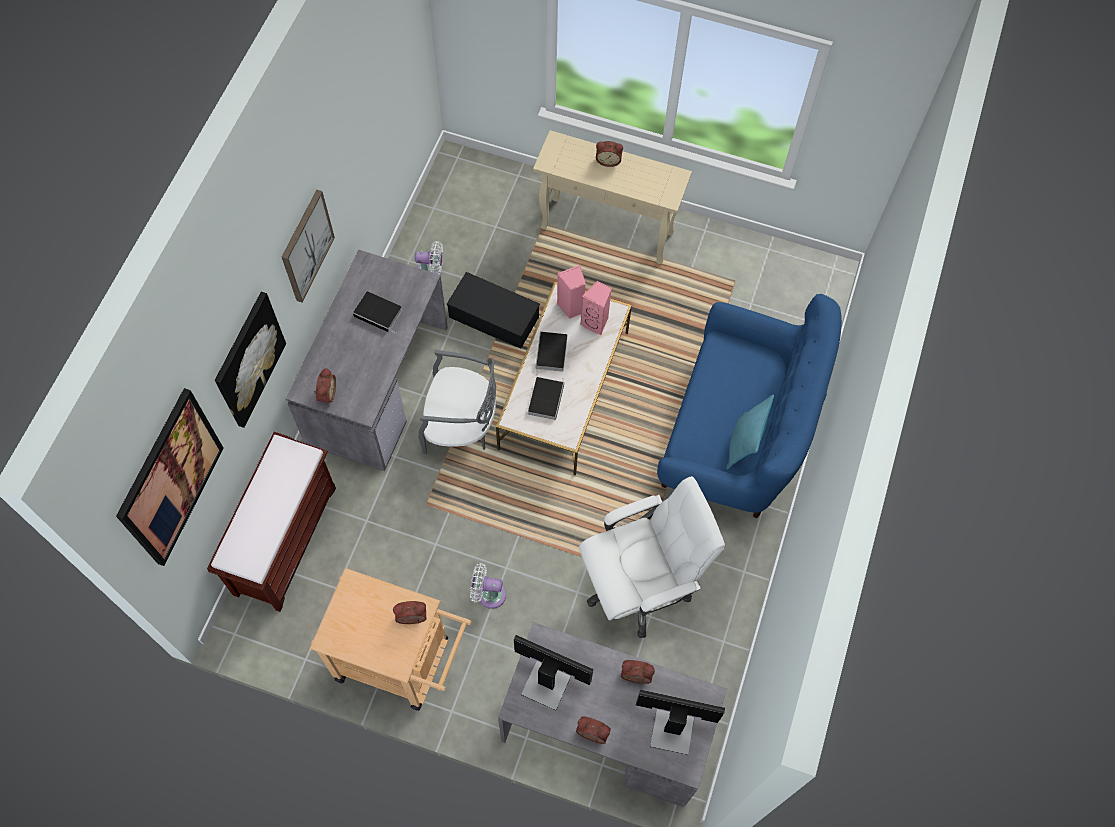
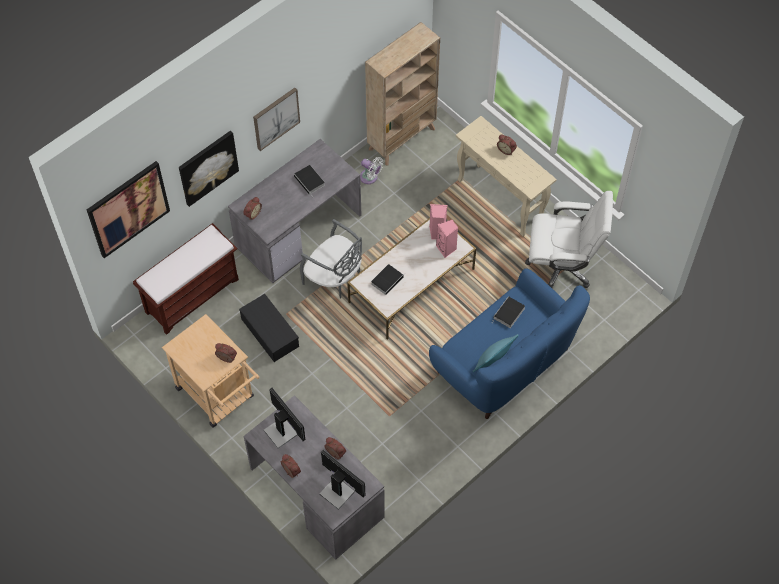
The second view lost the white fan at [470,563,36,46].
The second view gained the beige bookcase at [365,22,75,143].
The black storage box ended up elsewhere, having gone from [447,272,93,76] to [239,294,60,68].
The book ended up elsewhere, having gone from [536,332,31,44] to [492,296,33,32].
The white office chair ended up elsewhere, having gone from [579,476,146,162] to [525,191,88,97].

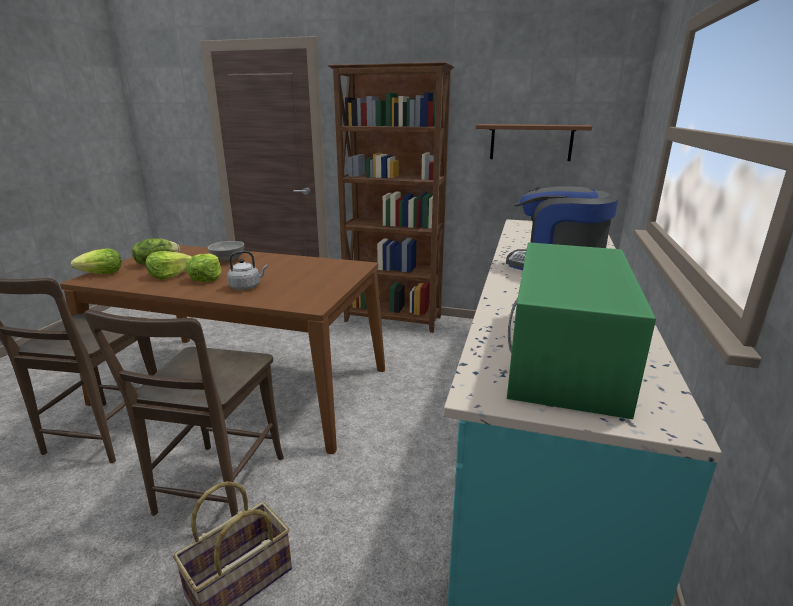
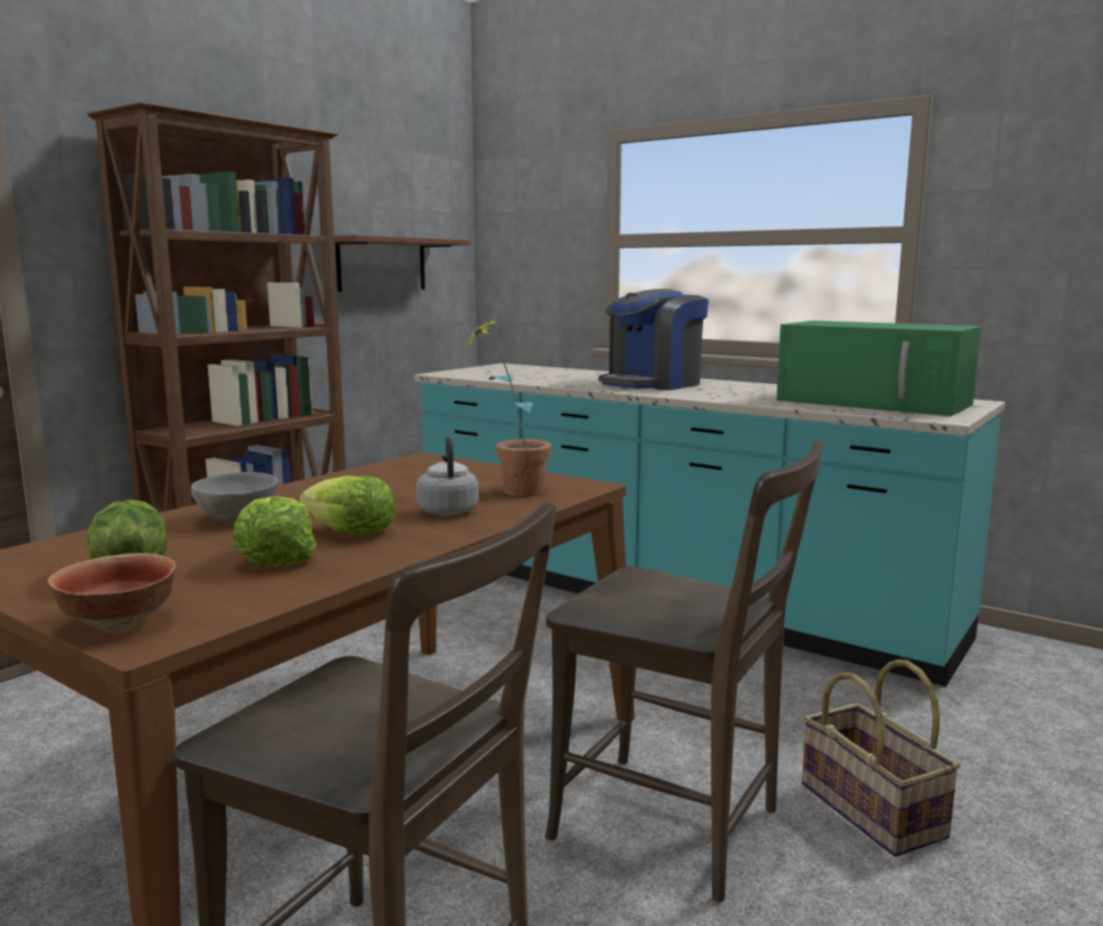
The second view gained the potted plant at [460,318,91,178].
Where the lettuce stood at [71,248,50,26], the bowl came to stand at [48,553,128,78].

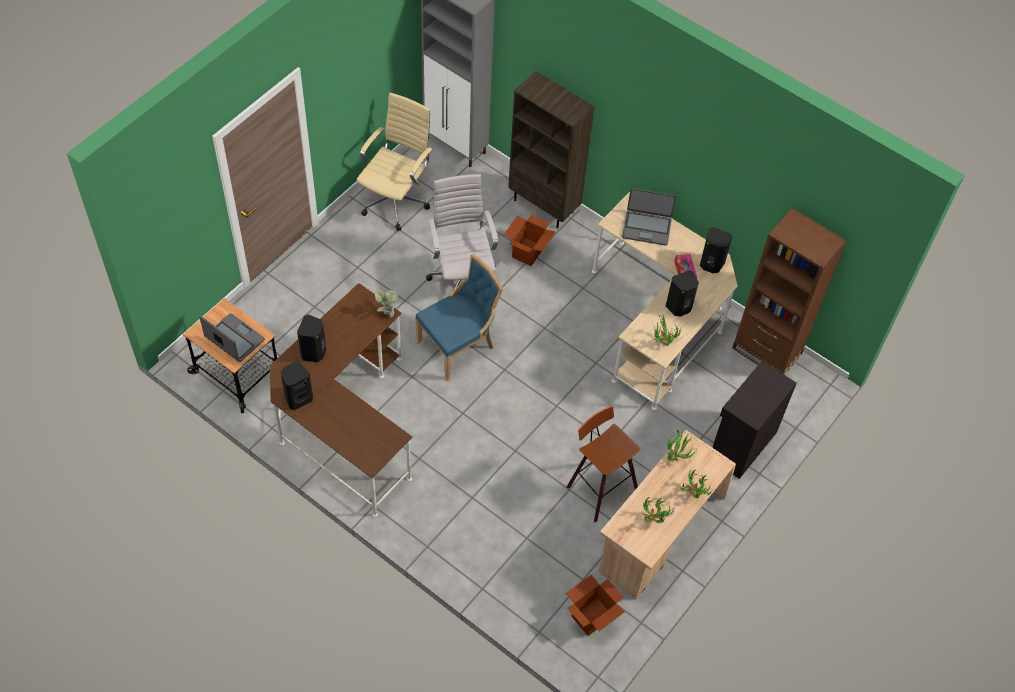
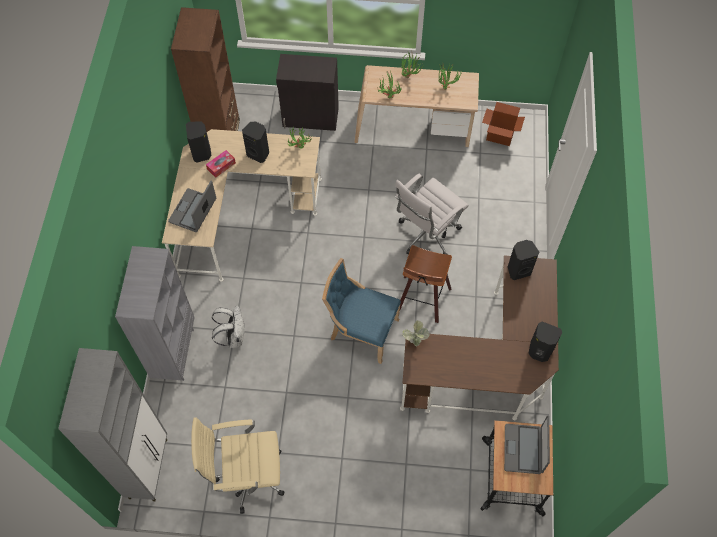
The black speaker ended up elsewhere, having gone from [297,314,29,48] to [508,240,31,40].
The white office chair ended up elsewhere, having gone from [426,174,72,118] to [395,173,74,82].
The stool ended up elsewhere, having gone from [567,406,73,116] to [400,245,52,78].
Where the cardboard box stood at [504,215,52,51], the white backpack came to stand at [212,305,33,43].
What was the brown bookcase at [508,71,86,158] turned into the grey bookcase at [115,246,80,135].
The laptop at [622,188,54,58] ended up facing another way, 135 degrees counterclockwise from before.

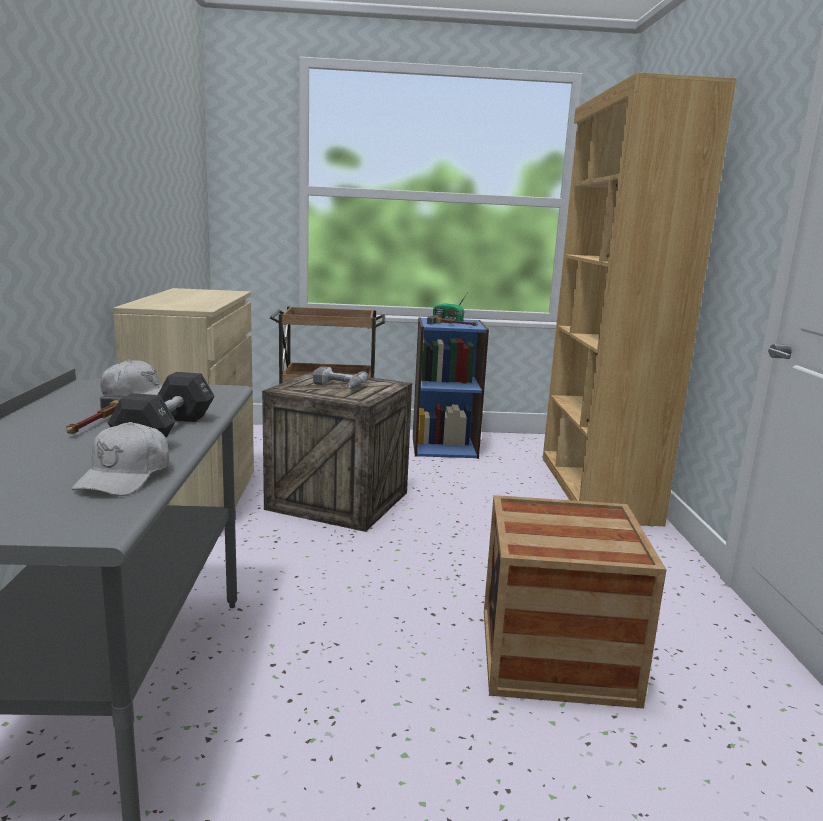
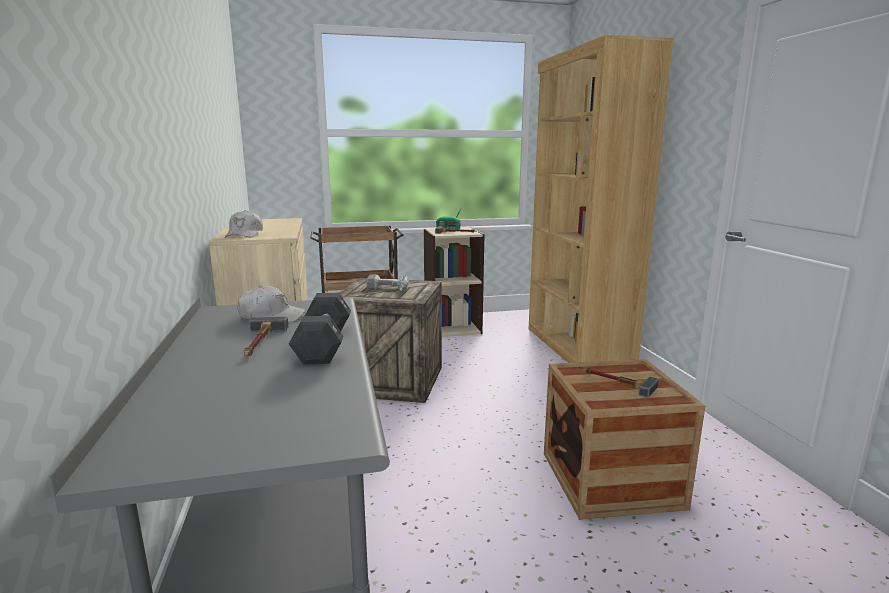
The second view gained the hammer at [584,368,75,30].
The white cap ended up elsewhere, having gone from [71,422,98,74] to [225,210,38,28].
What was the blue bookcase at [413,317,76,141] turned into the beige bookcase at [424,227,61,110].

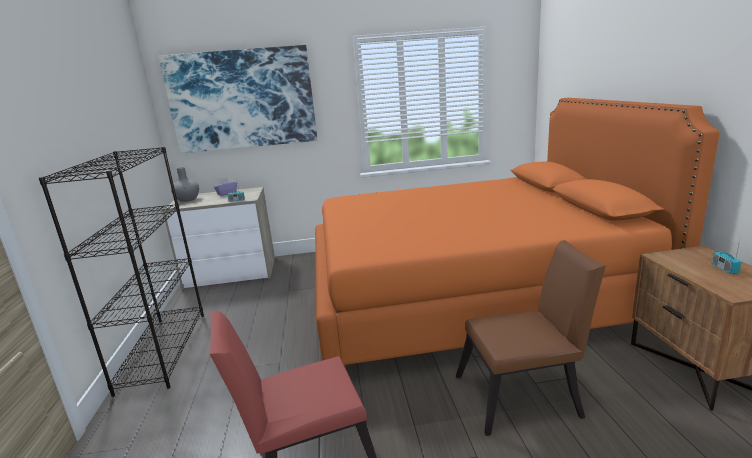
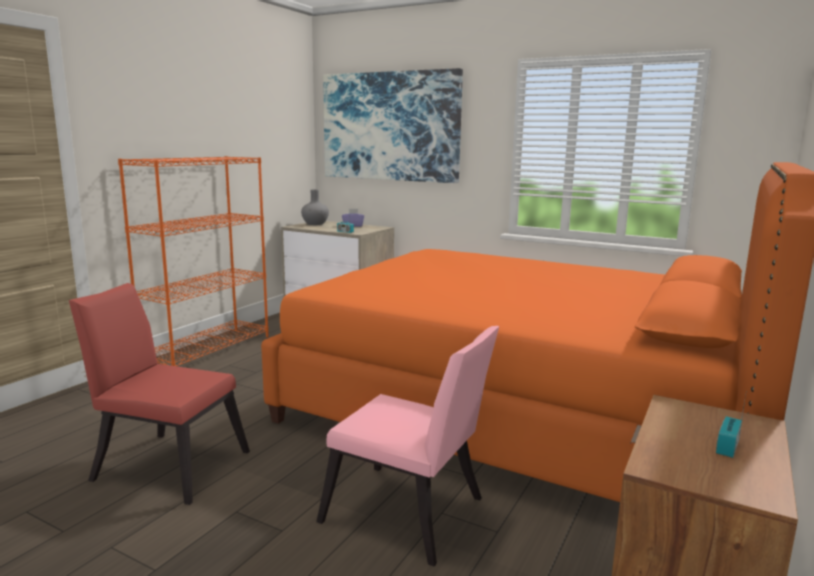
What was the black bookcase at [39,147,165,250] turned into the orange bookcase at [118,156,151,210].
What was the brown chair at [456,240,150,196] turned into the pink chair at [316,326,183,240].

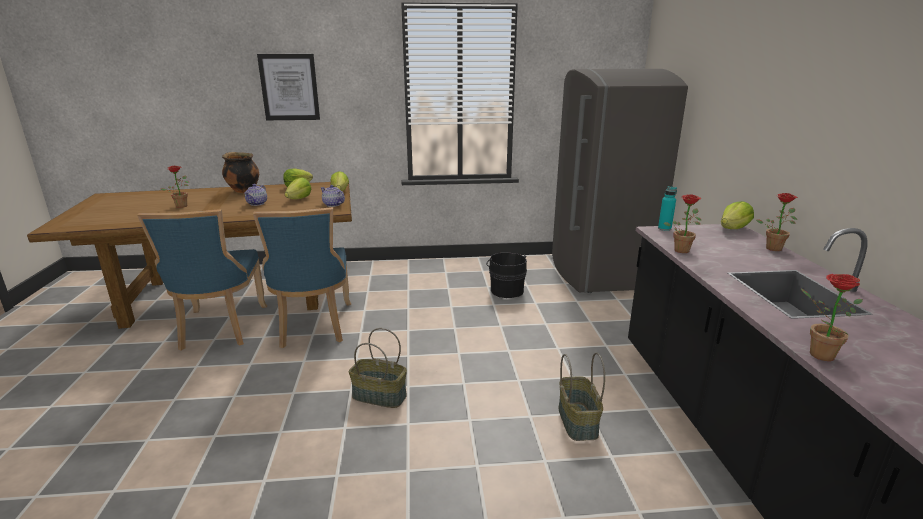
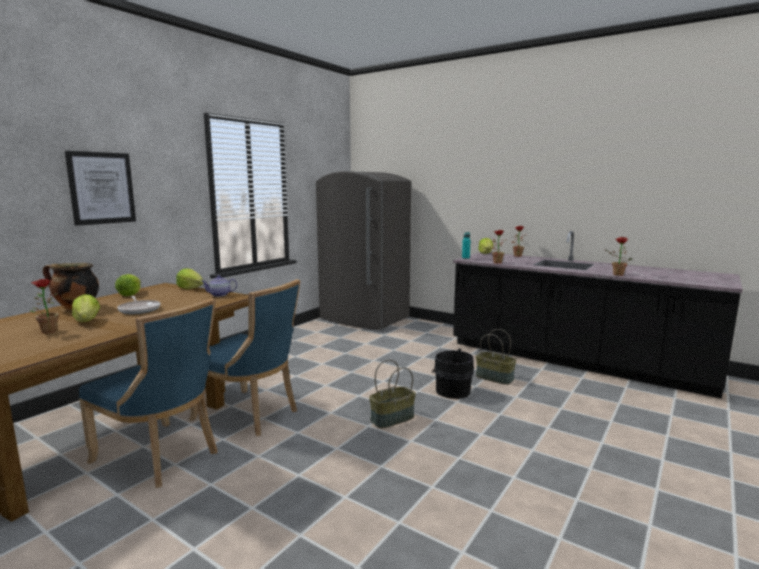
The lettuce ended up elsewhere, having gone from [285,178,26,21] to [72,294,28,28].
The black bucket ended up elsewhere, having gone from [486,253,41,45] to [432,349,42,50].
Where the teapot stood at [244,184,23,22], the frying pan came to stand at [117,296,43,18].

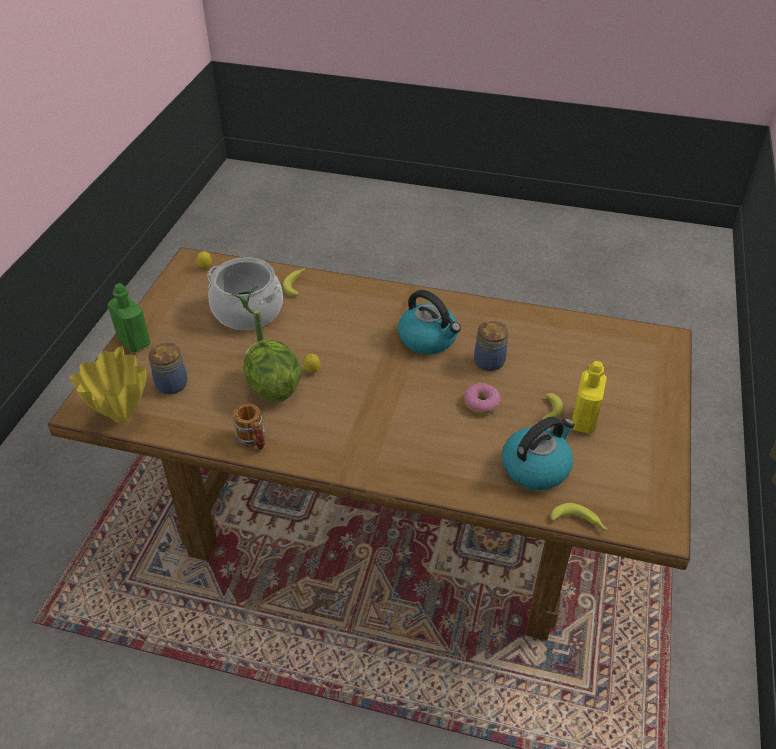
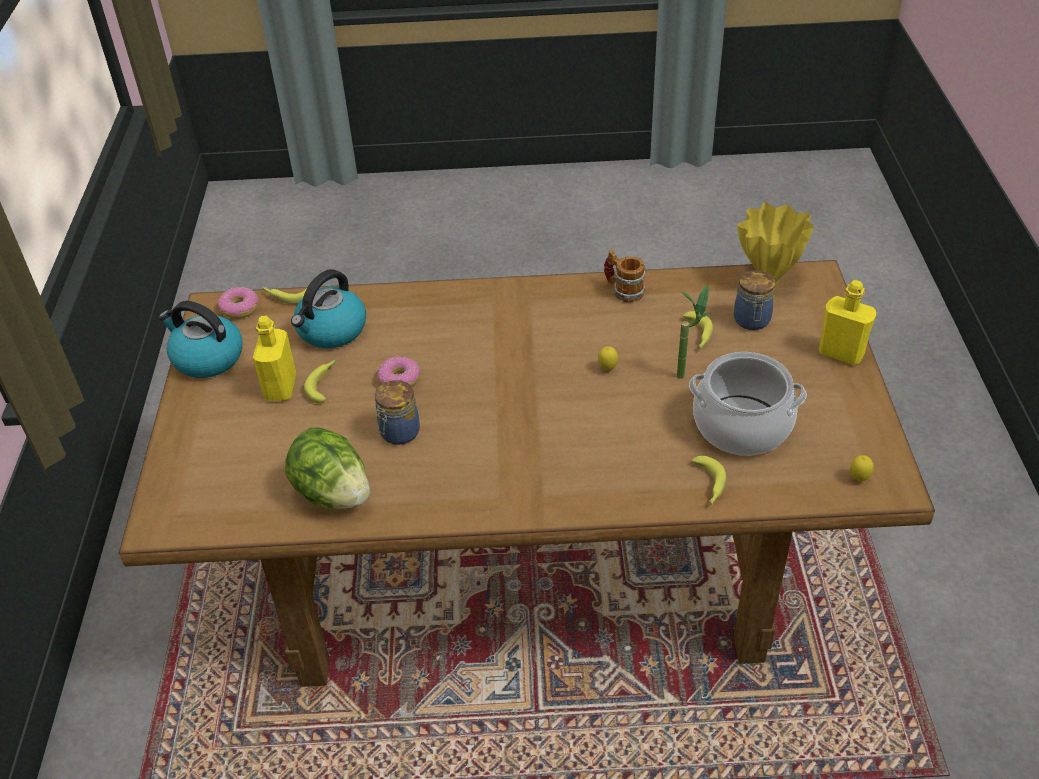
The second view gained the donut at [218,287,41,31].
The second view gained the banana at [683,311,30,37].
The lettuce ended up elsewhere, having gone from [243,340,58,62] to [285,427,85,83].
The kettle ended up elsewhere, having gone from [398,290,63,64] to [159,301,84,77].
What was the green bottle at [108,283,43,69] turned into the yellow bottle at [819,280,57,85].

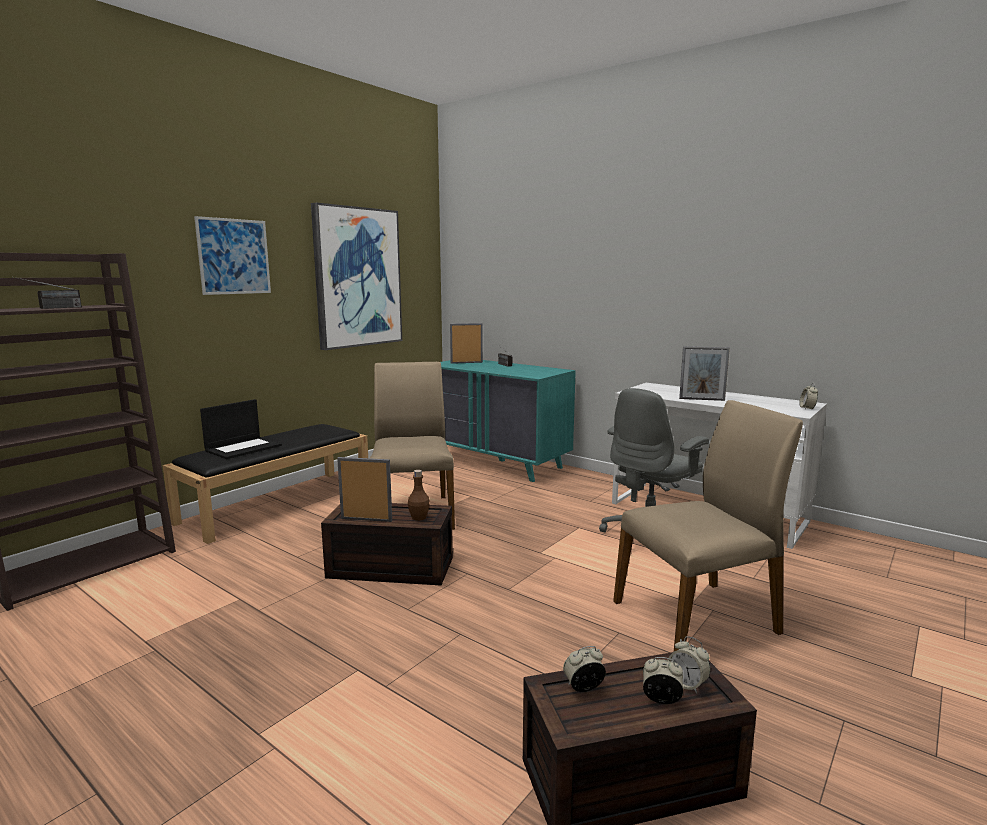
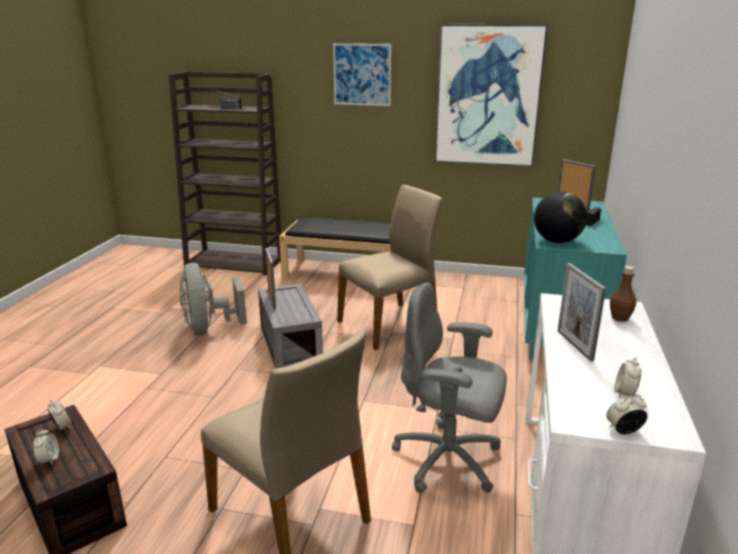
The second view lost the laptop at [200,399,82,60].
The second view gained the grey fan at [179,263,68,73].
The second view gained the globe at [534,192,53,51].
The brown bottle ended up elsewhere, having gone from [408,470,22,51] to [610,266,26,56].
The alarm clock ended up elsewhere, having gone from [668,636,42,58] to [614,357,27,41].
What was the brown storage box at [321,503,132,83] turned into the grey storage box at [258,284,65,85].

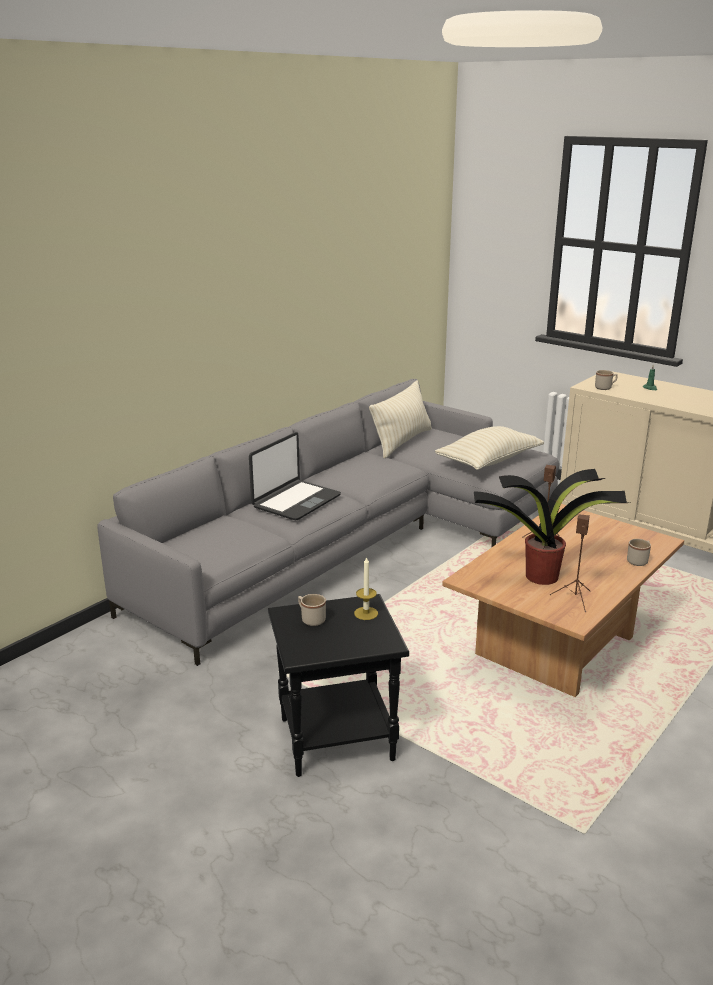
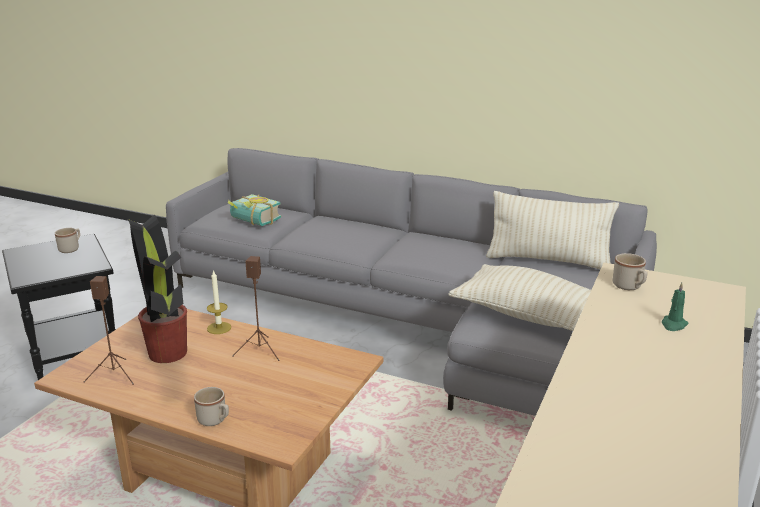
The second view lost the laptop at [249,432,92,88].
The second view gained the book at [228,194,53,32].
The candle ended up elsewhere, having gone from [354,556,24,64] to [207,270,24,64].

